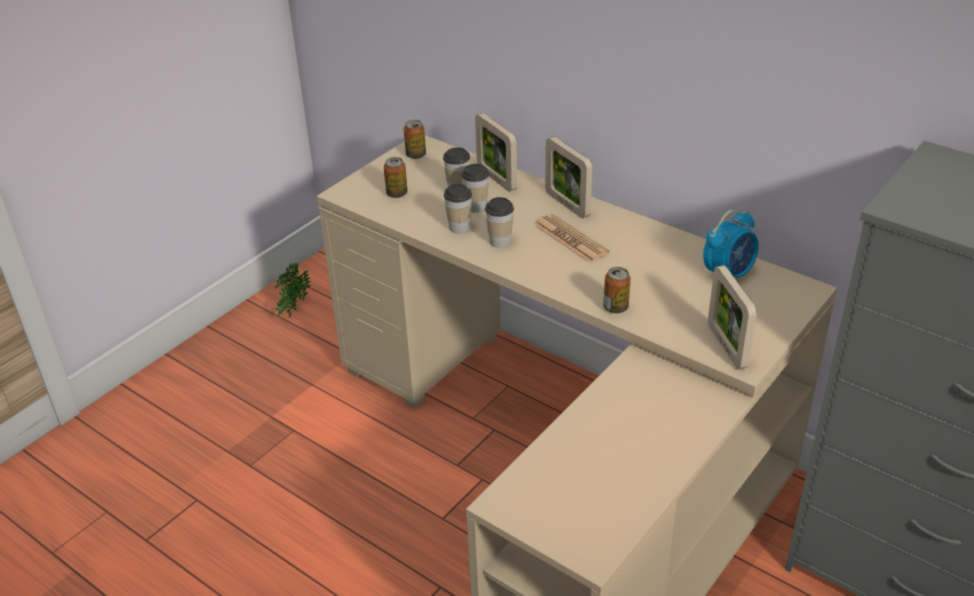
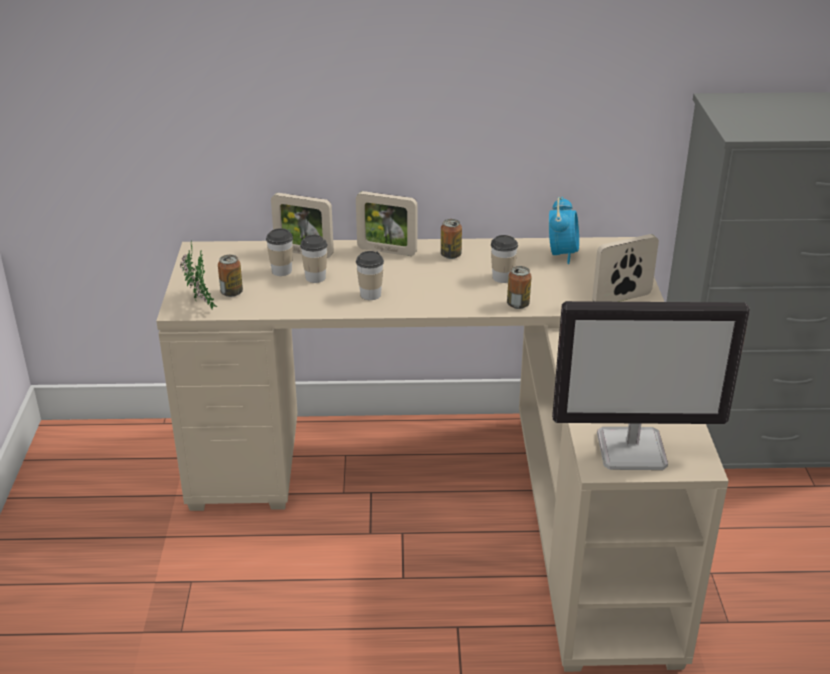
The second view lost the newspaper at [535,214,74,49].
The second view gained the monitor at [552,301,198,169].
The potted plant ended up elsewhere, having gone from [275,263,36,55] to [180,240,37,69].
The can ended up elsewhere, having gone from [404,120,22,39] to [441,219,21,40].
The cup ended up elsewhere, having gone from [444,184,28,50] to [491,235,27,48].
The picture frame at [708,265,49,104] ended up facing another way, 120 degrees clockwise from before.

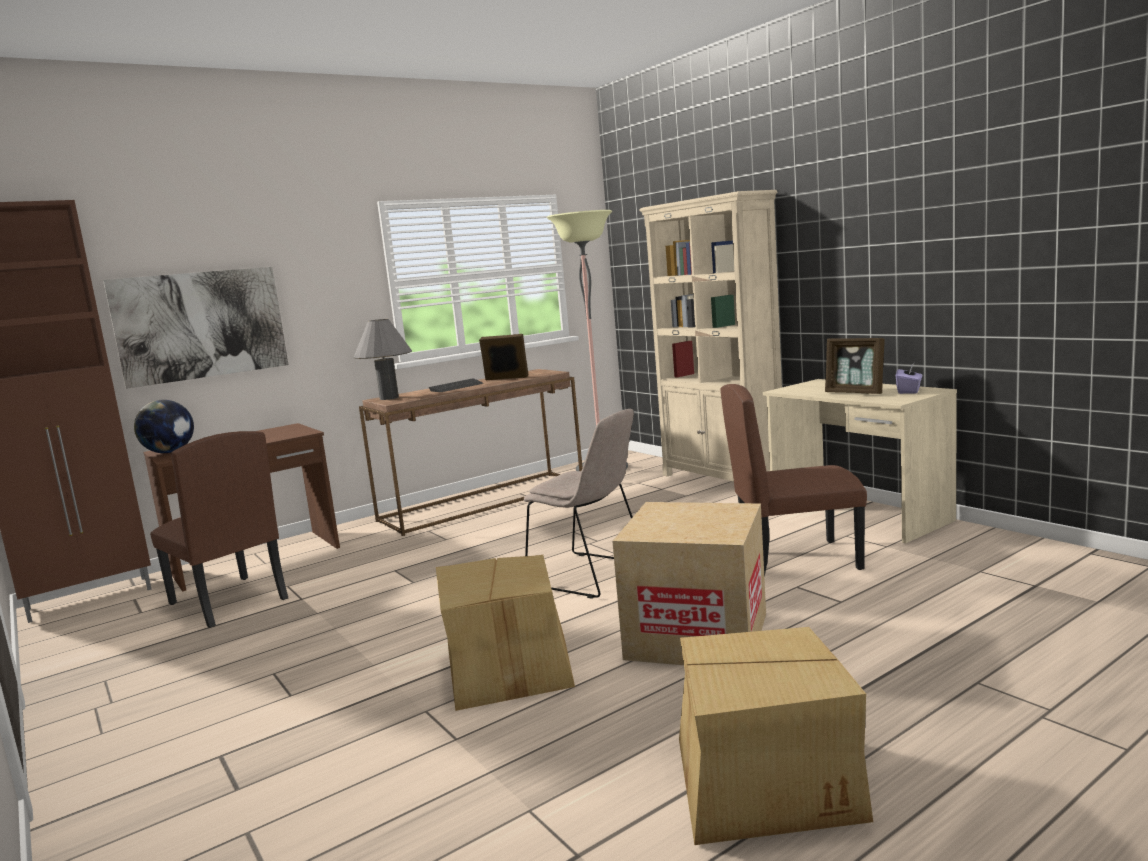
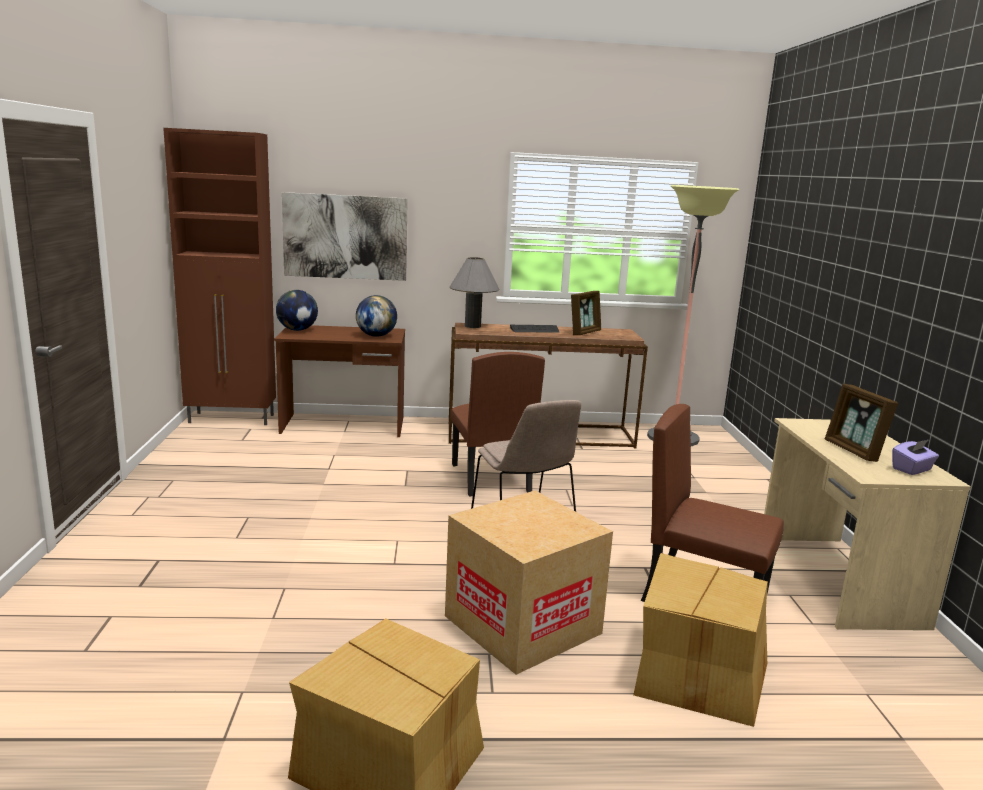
The second view lost the beige bookcase at [639,190,143,292].
The second view gained the globe at [356,295,41,42].
The brown chair ended up elsewhere, having gone from [150,431,138,197] to [451,352,94,144].
The cardboard box ended up elsewhere, having gone from [436,555,139,156] to [633,553,135,174].
The picture frame at [479,334,49,46] ended up facing another way, 90 degrees clockwise from before.

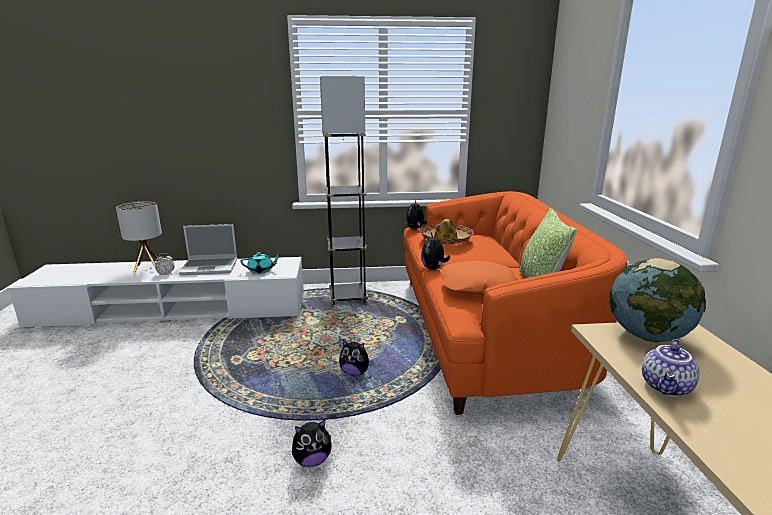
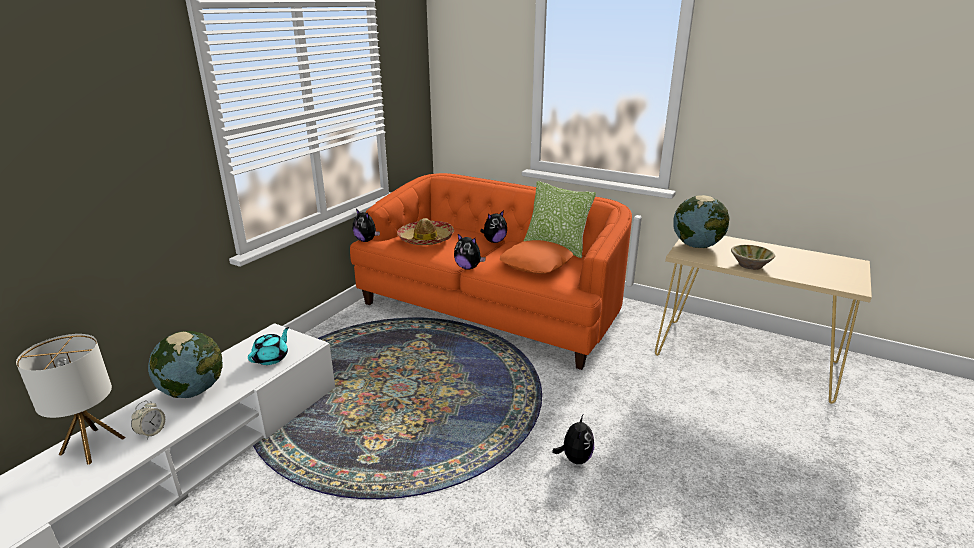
The second view lost the grey floor lamp at [320,76,48,229].
The plush toy ended up elsewhere, having gone from [339,339,35,37] to [480,210,27,33].
Where the laptop stood at [178,224,59,51], the globe came to stand at [148,331,75,67].
Where the teapot stood at [642,339,57,58], the beige bowl came to stand at [731,245,44,25].

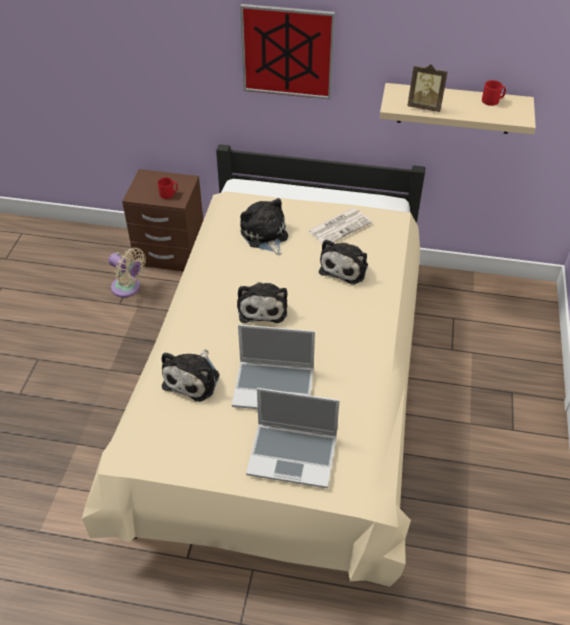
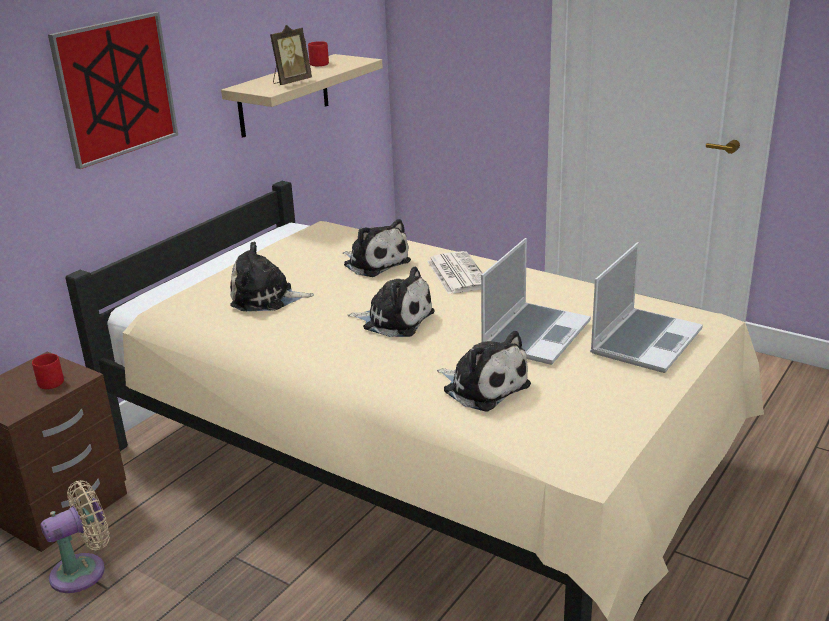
The newspaper ended up elsewhere, having gone from [308,208,64,36] to [427,251,56,43].

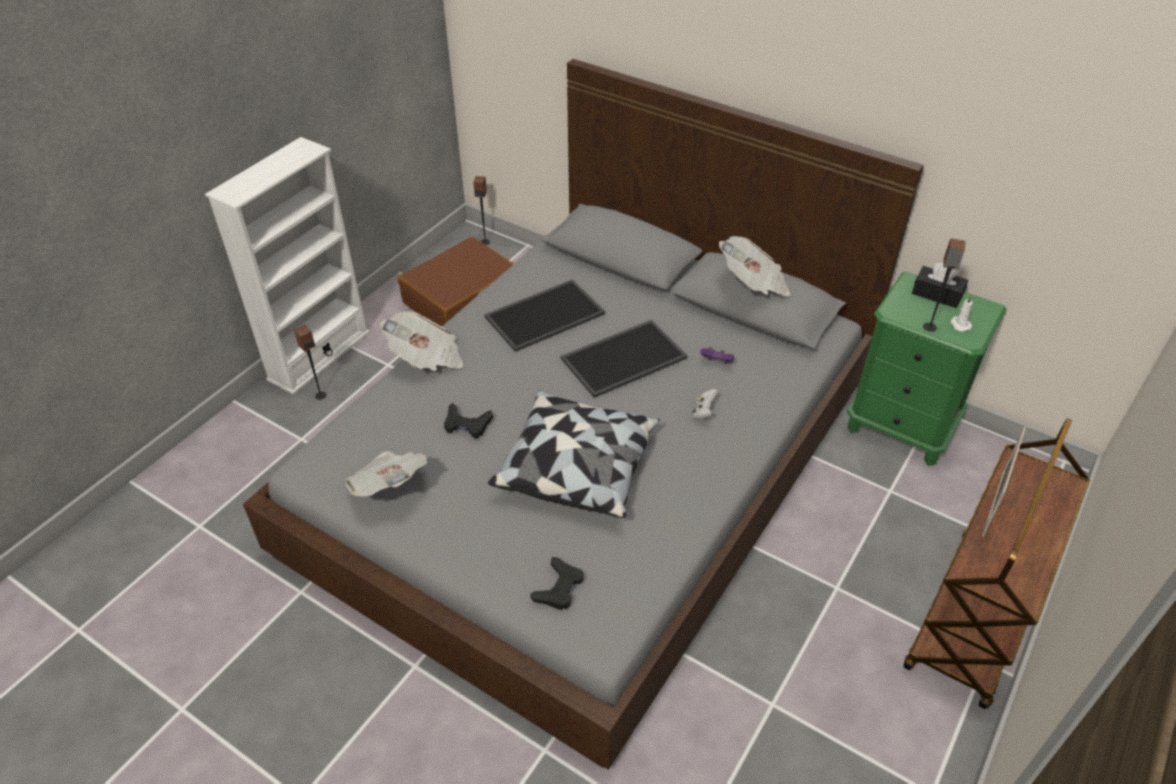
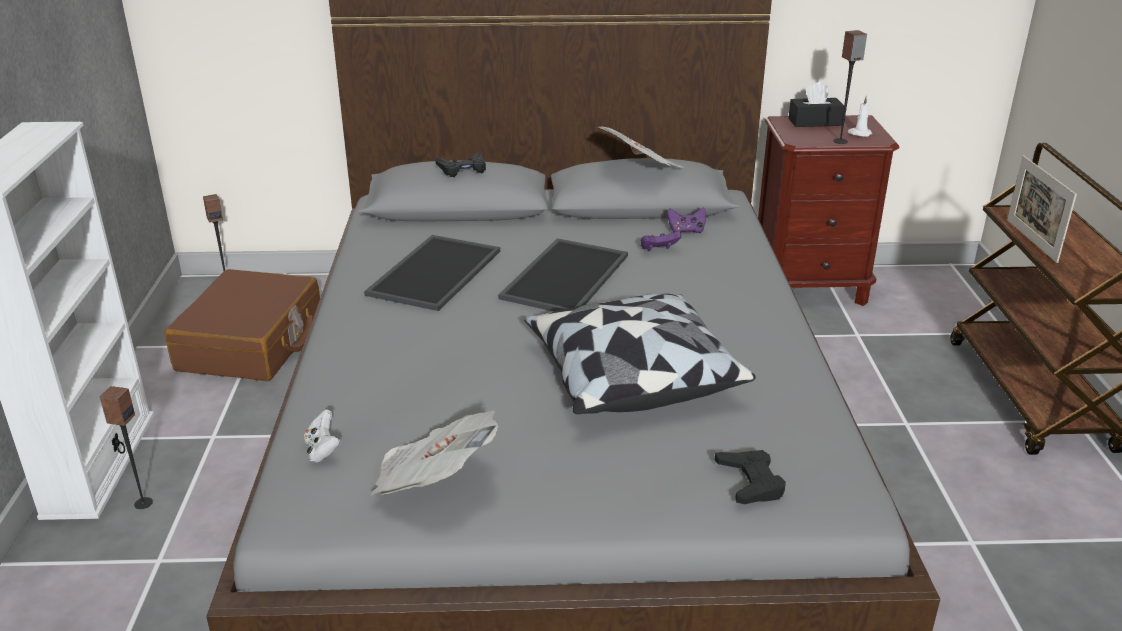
The second view lost the newspaper at [380,311,83,60].
The second view gained the purple game controller at [667,207,39,26].
The black game controller ended up elsewhere, having gone from [444,403,49,35] to [435,152,51,25].
The white game controller ended up elsewhere, having gone from [692,389,26,31] to [304,409,36,54].
What was the green nightstand at [847,271,160,195] turned into the brown nightstand at [758,115,141,191].

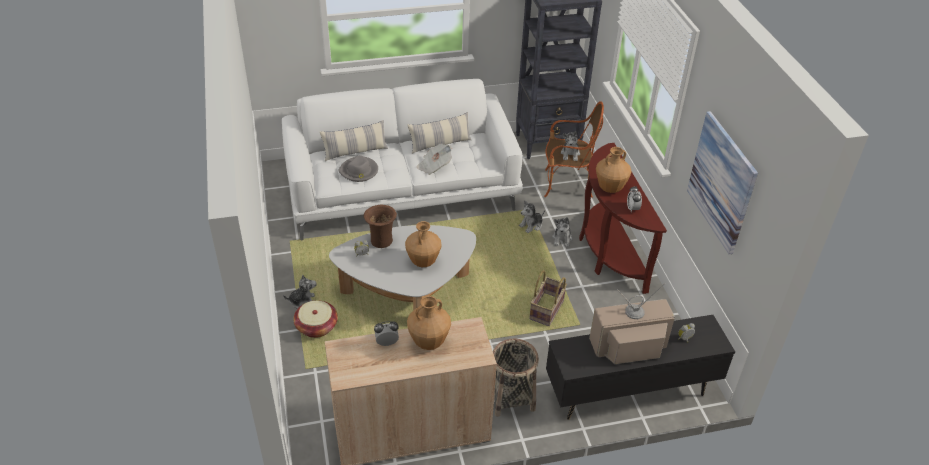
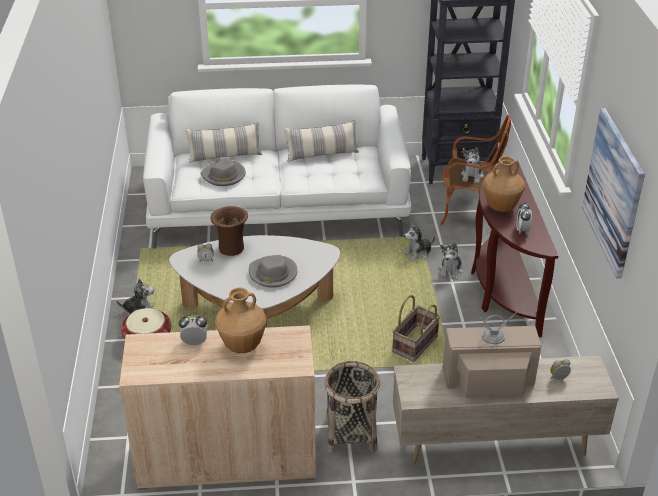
The second view lost the newspaper at [417,143,35,32].
Where the brown vase stood at [405,221,37,46], the grey hat came to stand at [249,255,49,33].
What was the black tv stand at [546,315,189,105] turned into the beige tv stand at [393,355,226,110].

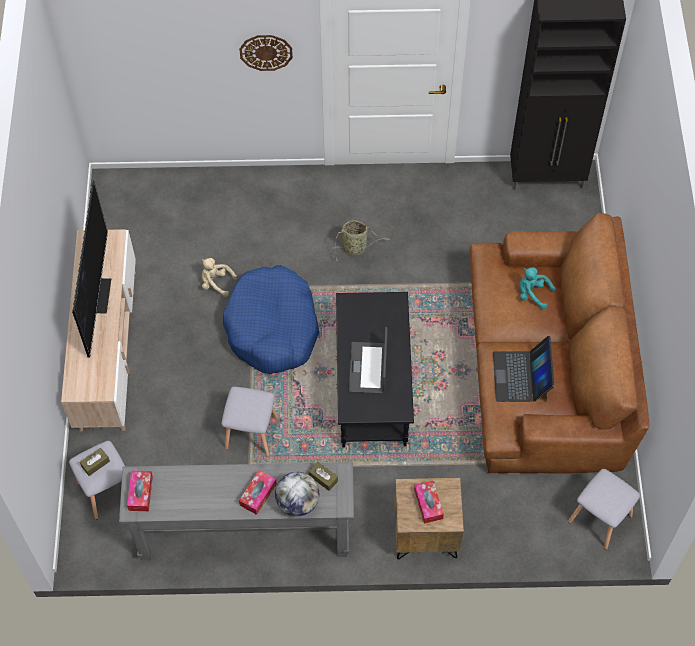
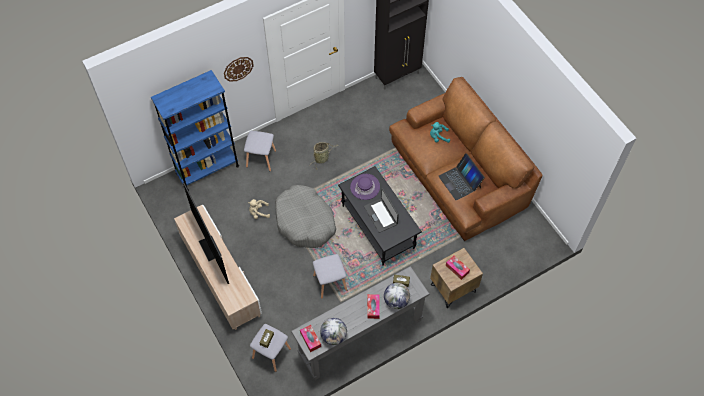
The second view gained the blue bookcase at [151,70,88,121].
The second view gained the globe at [320,318,27,27].
The second view gained the purple hat at [350,174,30,26].
The grey stool ended up elsewhere, having gone from [568,469,72,80] to [244,131,32,40].
What was the blue dog bed at [223,265,96,109] turned into the grey dog bed at [275,185,61,63].

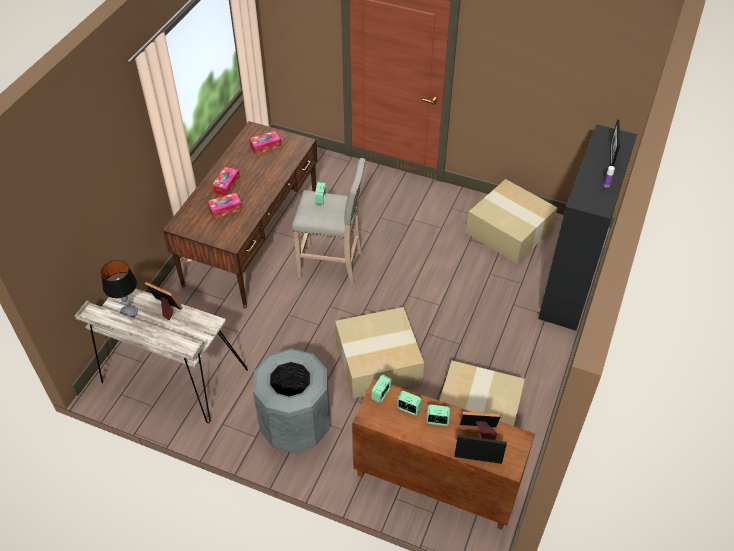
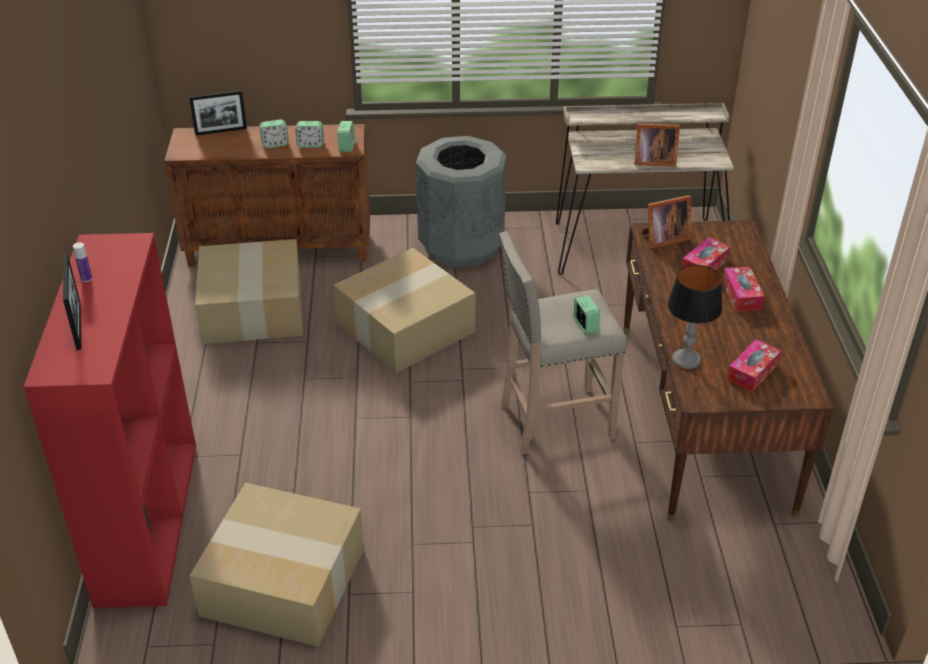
The table lamp ended up elsewhere, having gone from [101,260,37,58] to [667,265,55,104].
The picture frame ended up elsewhere, having gone from [460,411,41,29] to [642,195,49,54].
What was the black bookcase at [538,124,99,207] turned into the red bookcase at [24,233,172,375].

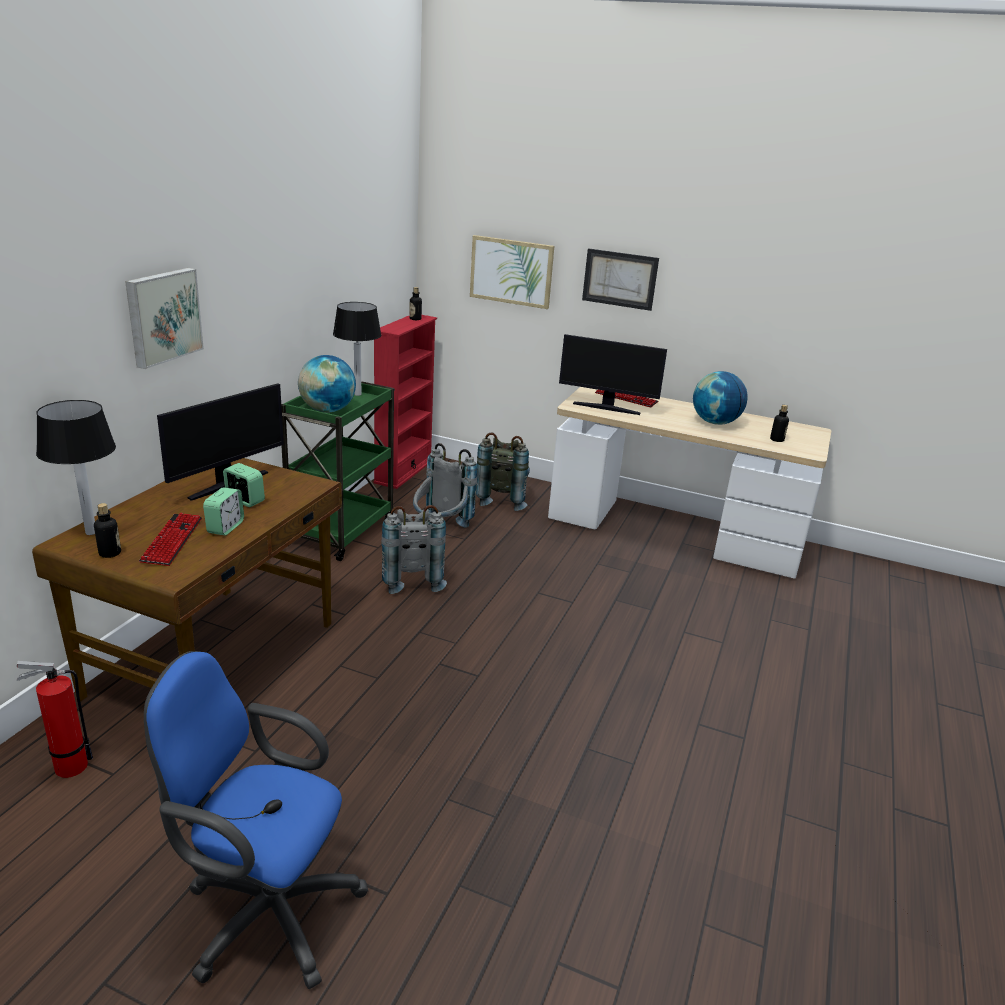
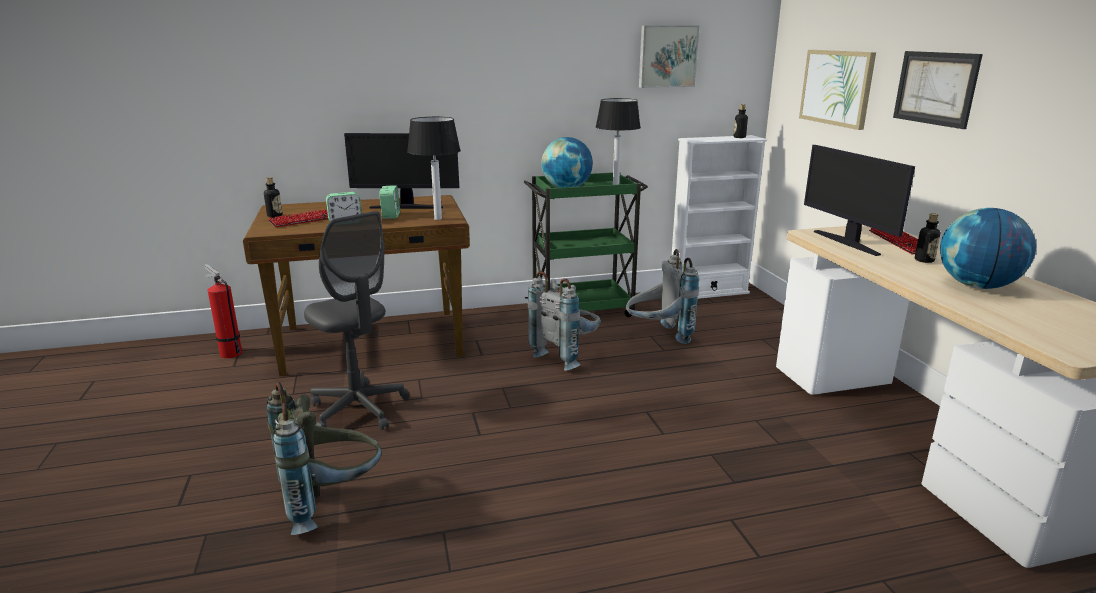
The second view lost the blue office chair at [144,651,224,338].
The second view gained the grey office chair at [304,211,106,219].
The table lamp ended up elsewhere, having gone from [36,400,80,135] to [407,117,54,103].
The picture ended up elsewhere, having gone from [125,268,79,101] to [639,25,61,63].
The grey backpack ended up elsewhere, having gone from [476,432,54,79] to [266,382,116,153].
The bottle ended up elsewhere, having gone from [770,405,19,37] to [915,213,26,50].
What was the red bookcase at [374,315,63,174] turned into the white bookcase at [672,135,95,164].

